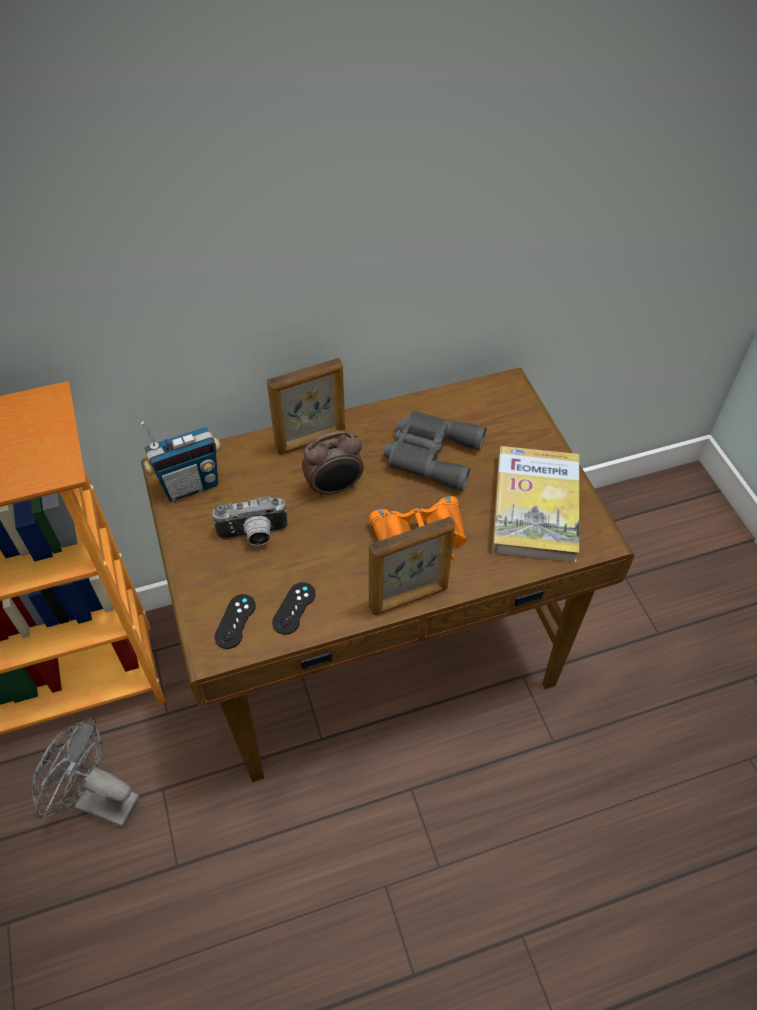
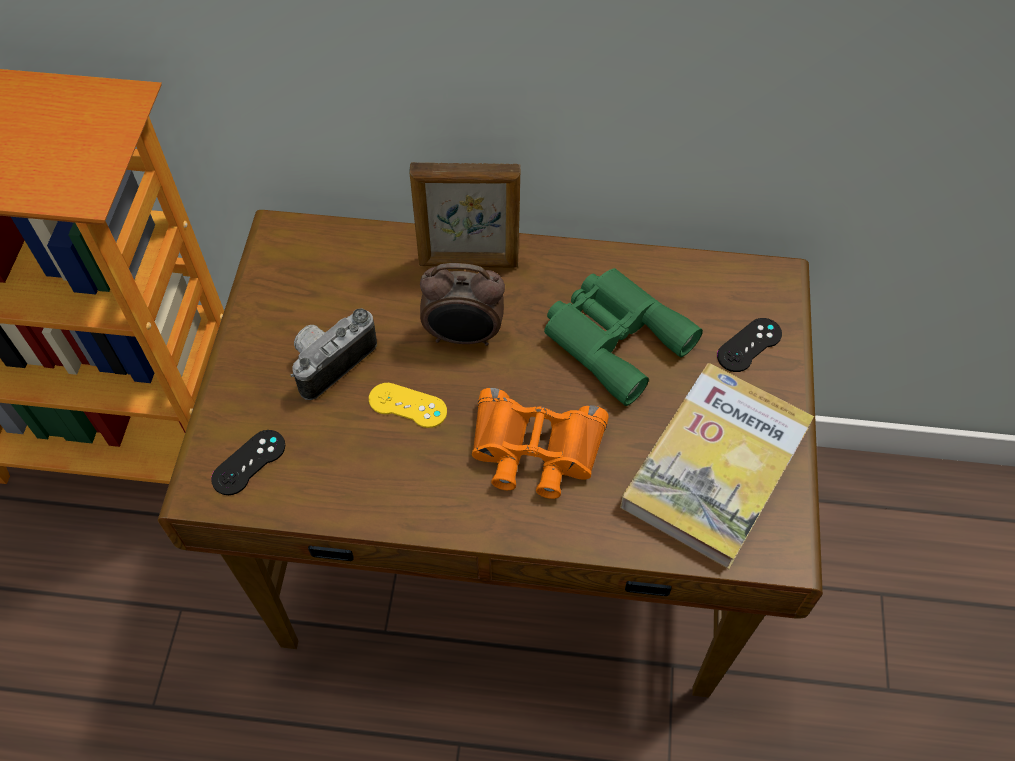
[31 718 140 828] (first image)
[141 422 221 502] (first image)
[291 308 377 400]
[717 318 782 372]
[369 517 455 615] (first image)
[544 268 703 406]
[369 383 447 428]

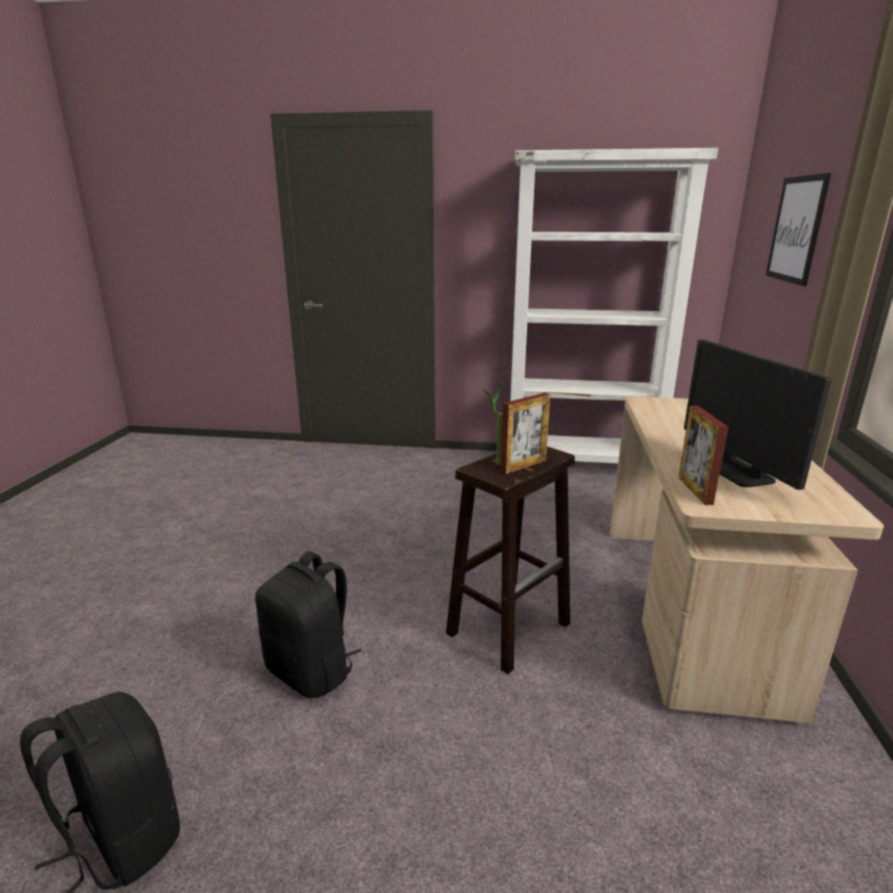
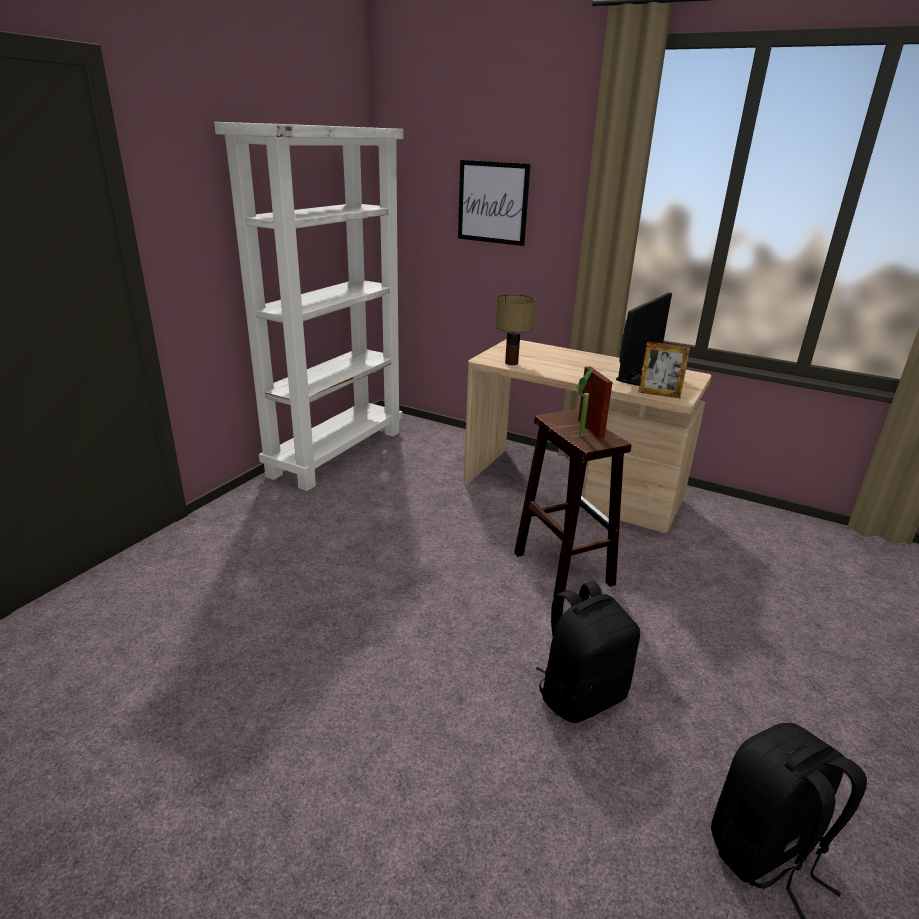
[616 292 672 386]
[495 294 536 365]

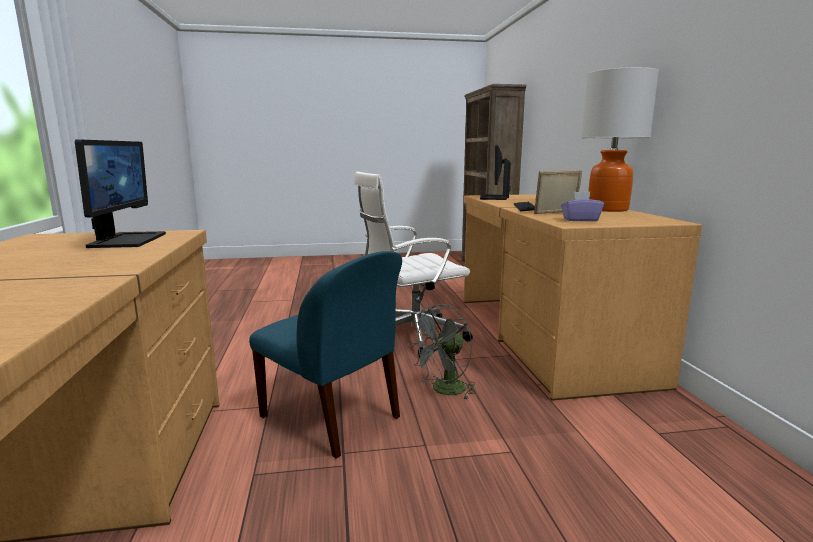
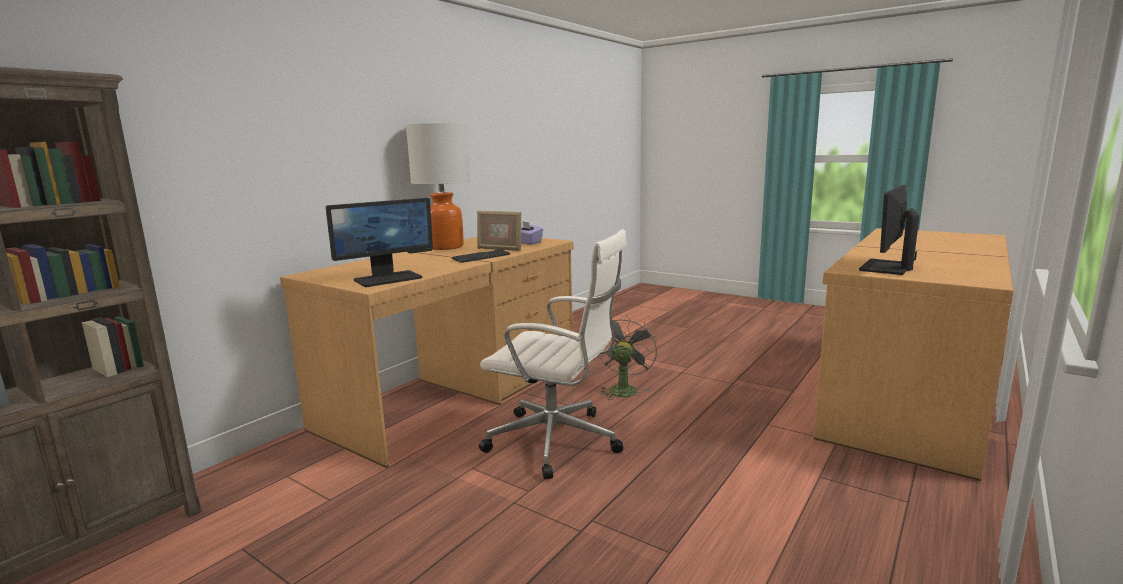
[249 251 402 459] (first image)
[598 315 657 400]

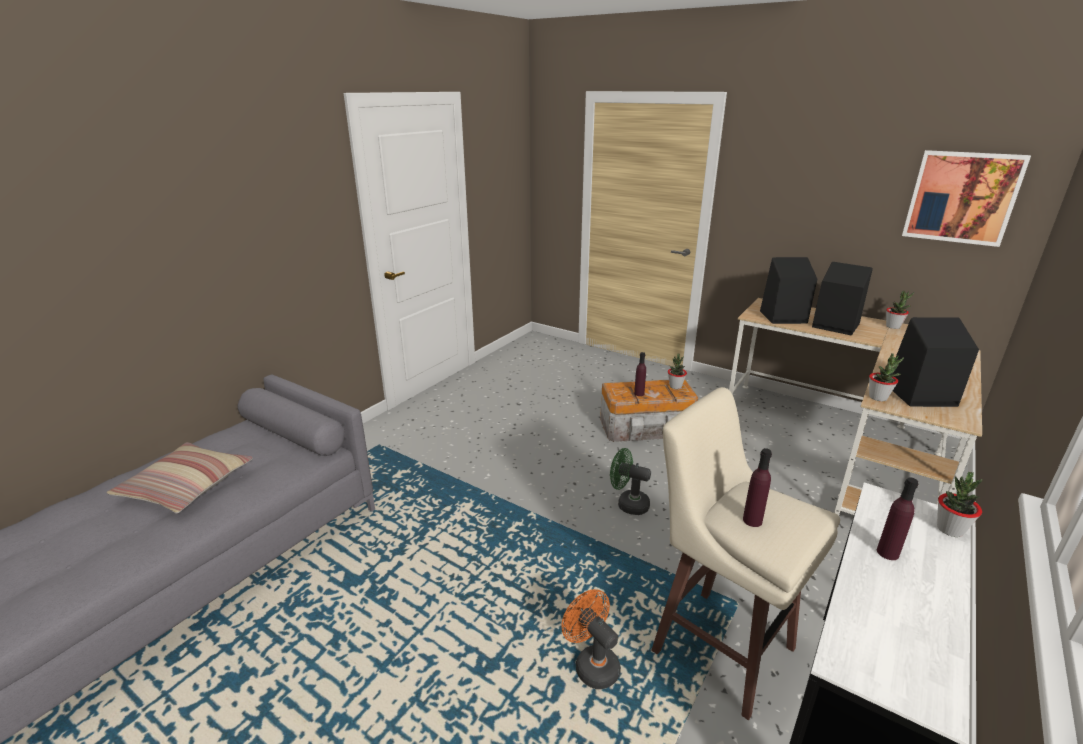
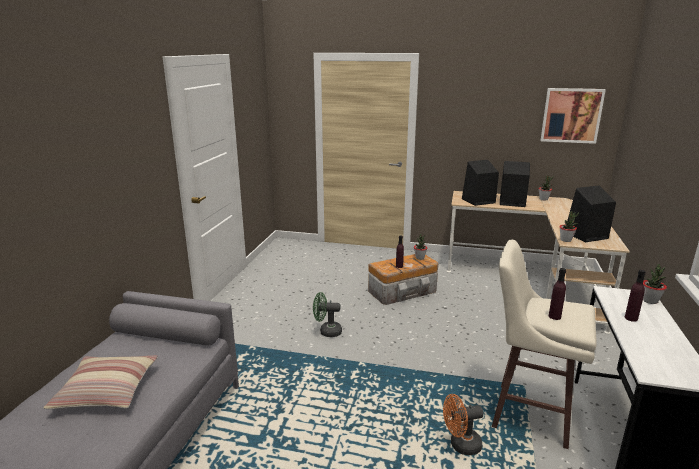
[443 394 484 455]
[313 292 342 337]

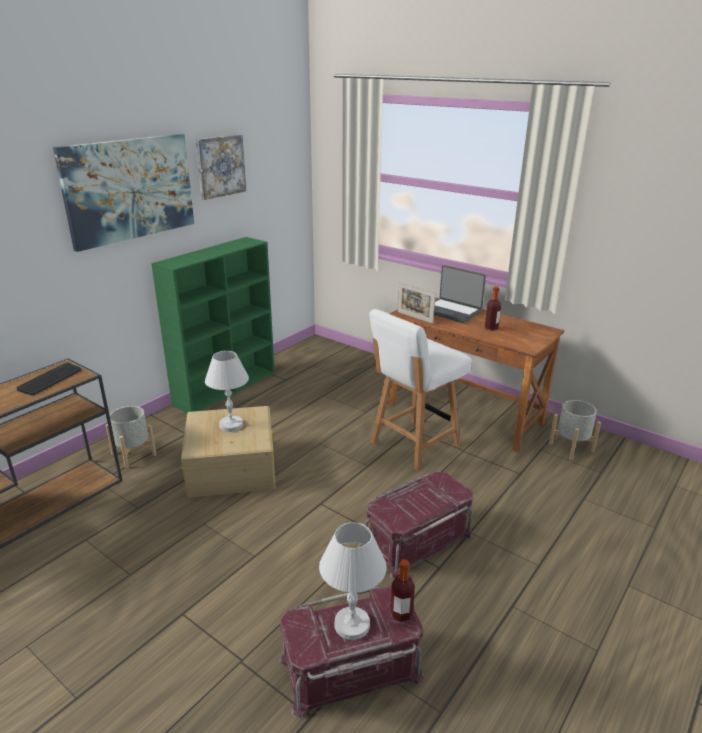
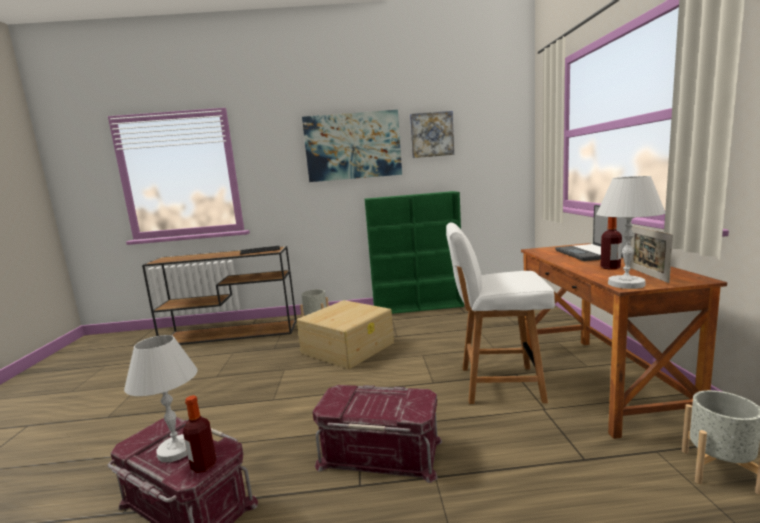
[596 176 666 289]
[629 226 673 283]

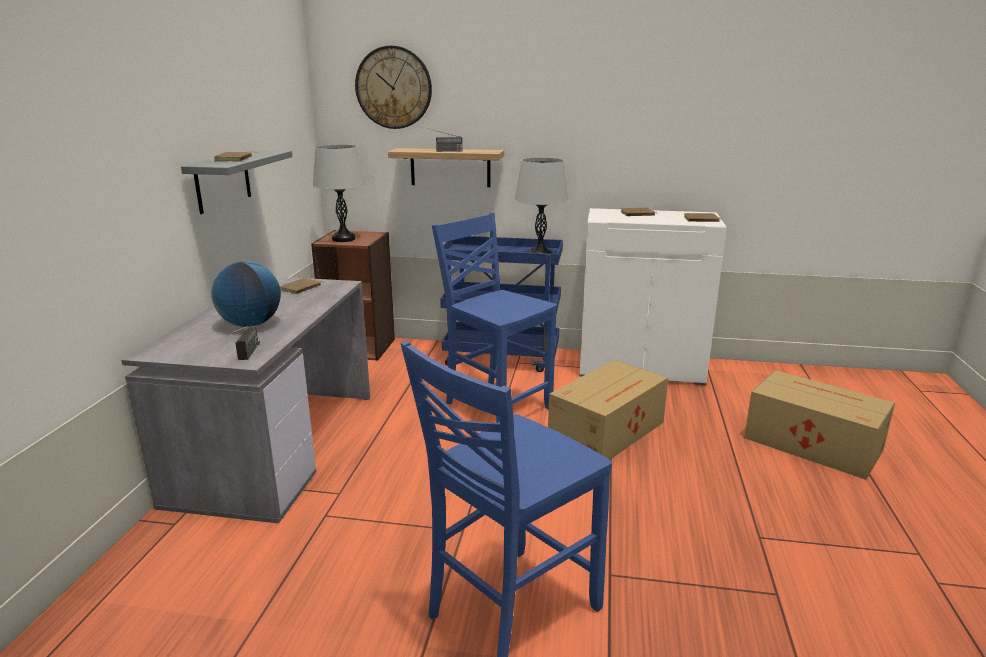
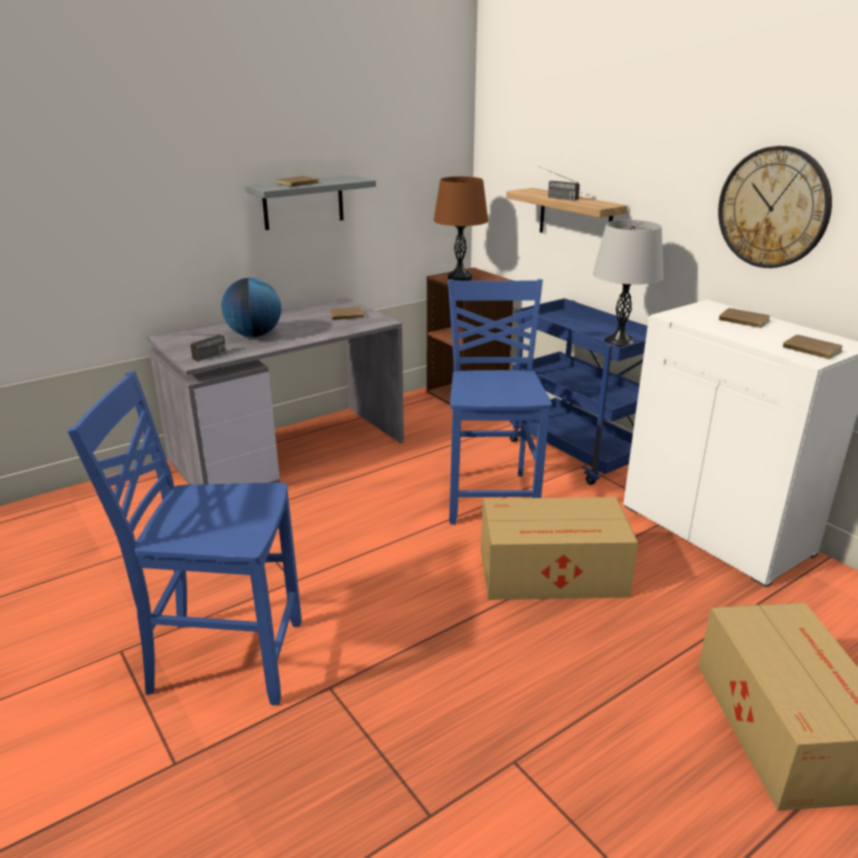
[434 176 488 281]
[718 146 832 268]

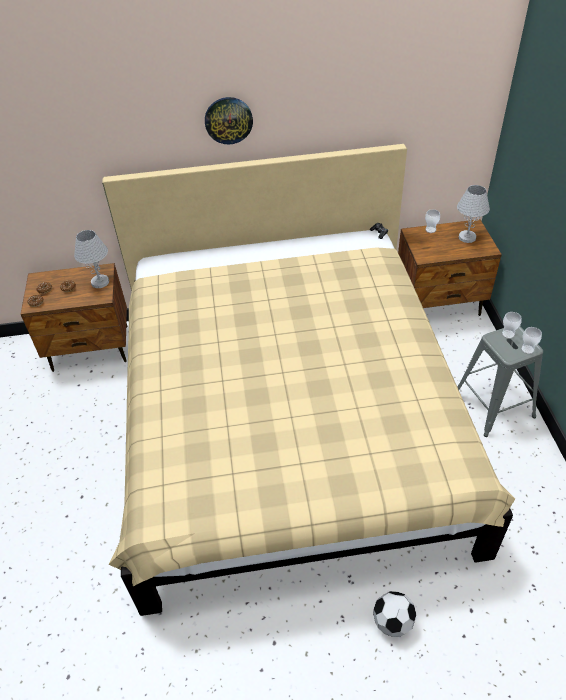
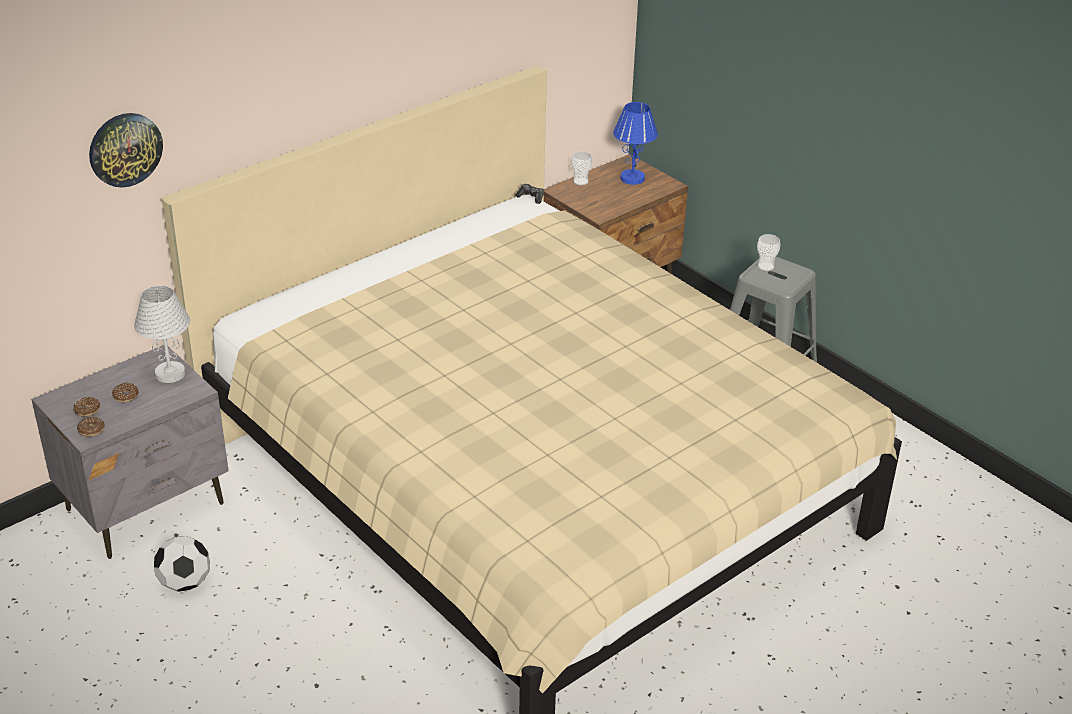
[31 345 229 559]
[89 113 163 188]
[154 536 210 592]
[613 102 658 185]
[521 327 542 354] (first image)

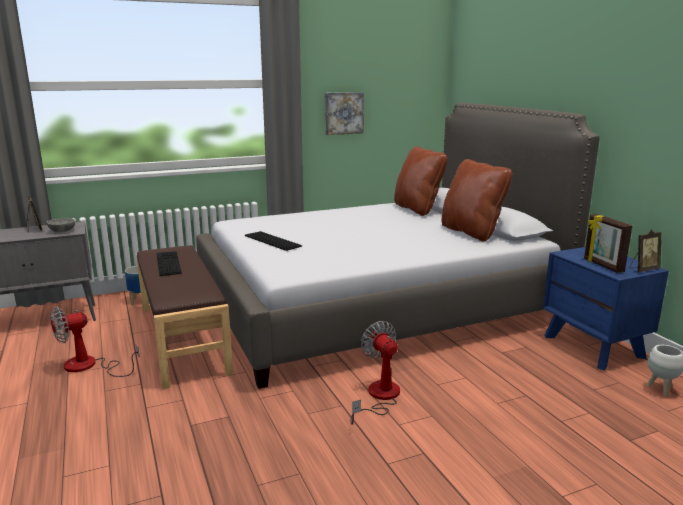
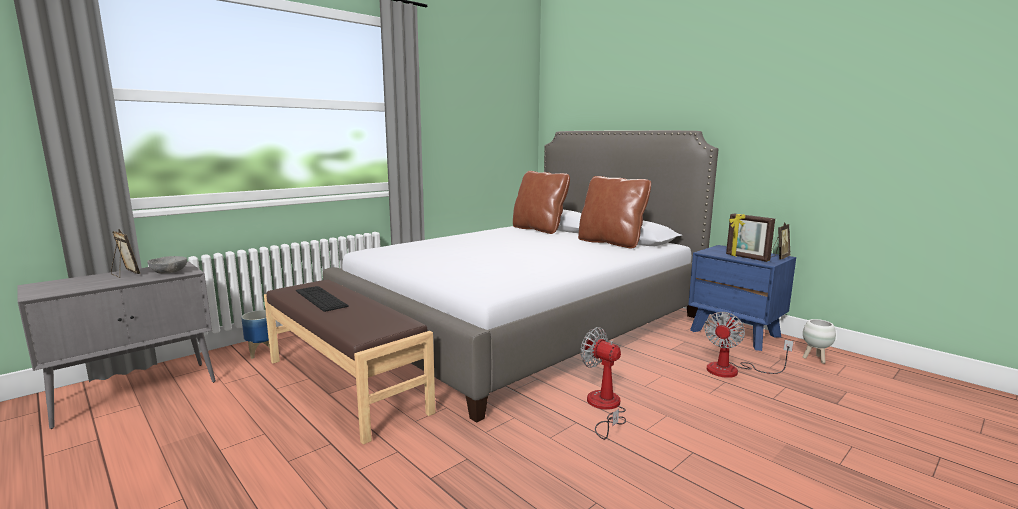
[704 312 794 378]
[245 231 302 251] (first image)
[325 92 364 135] (first image)

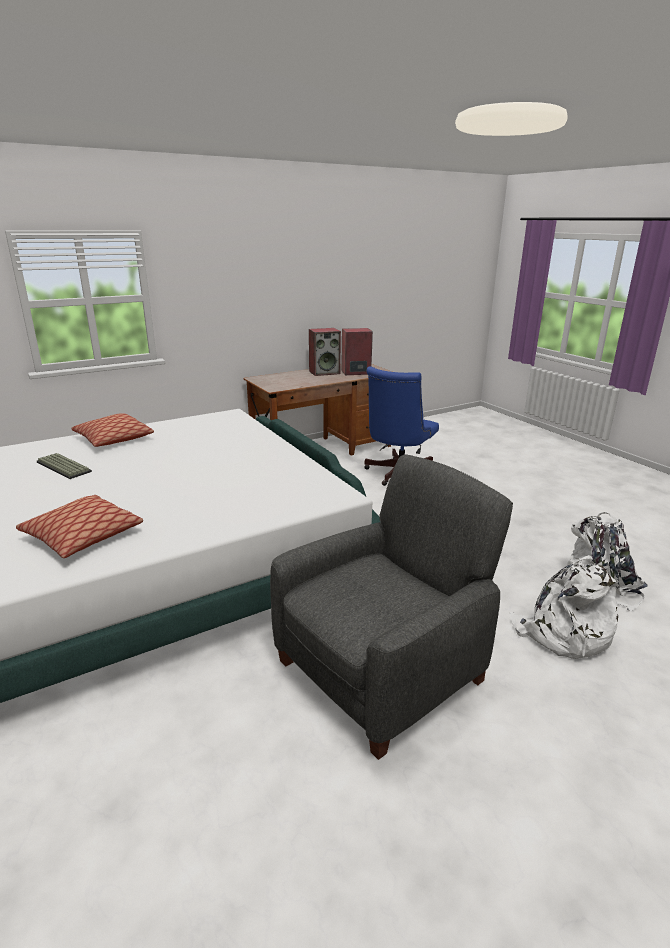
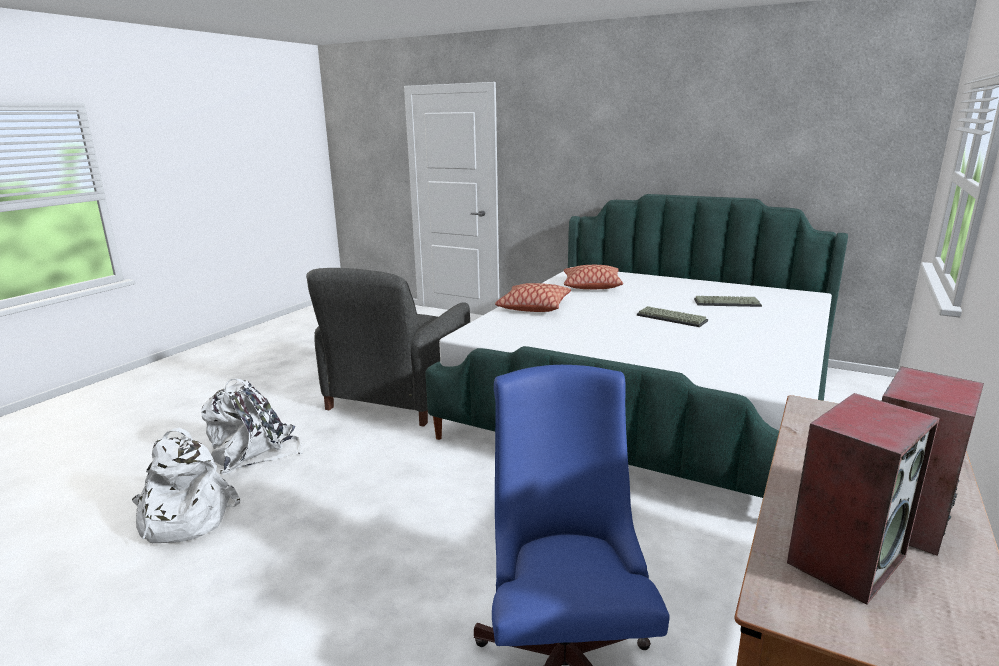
[495 283 571 312]
[637 306 708 327]

